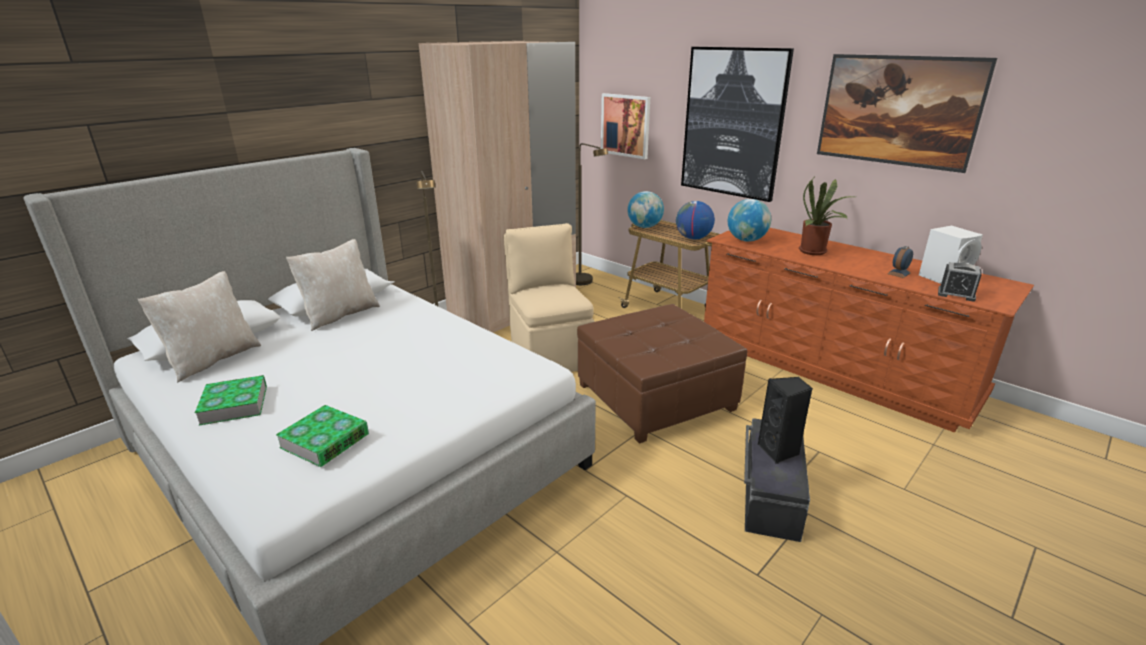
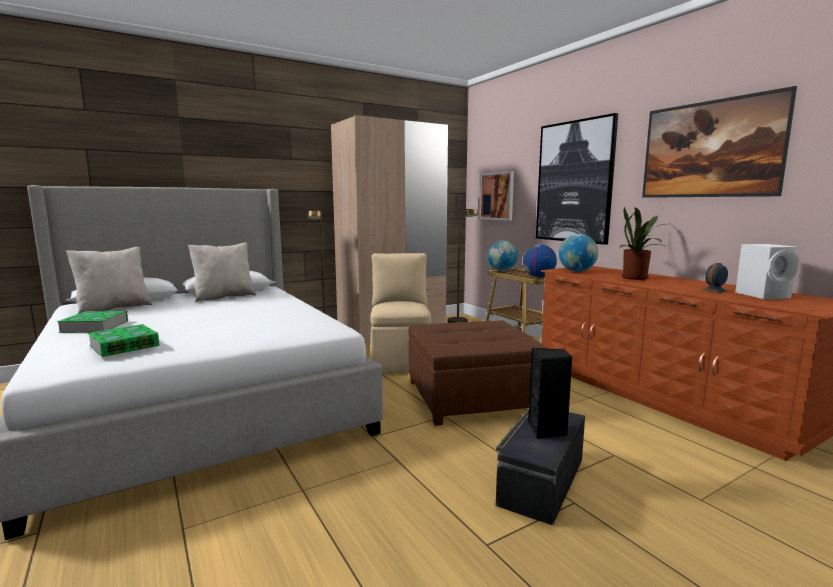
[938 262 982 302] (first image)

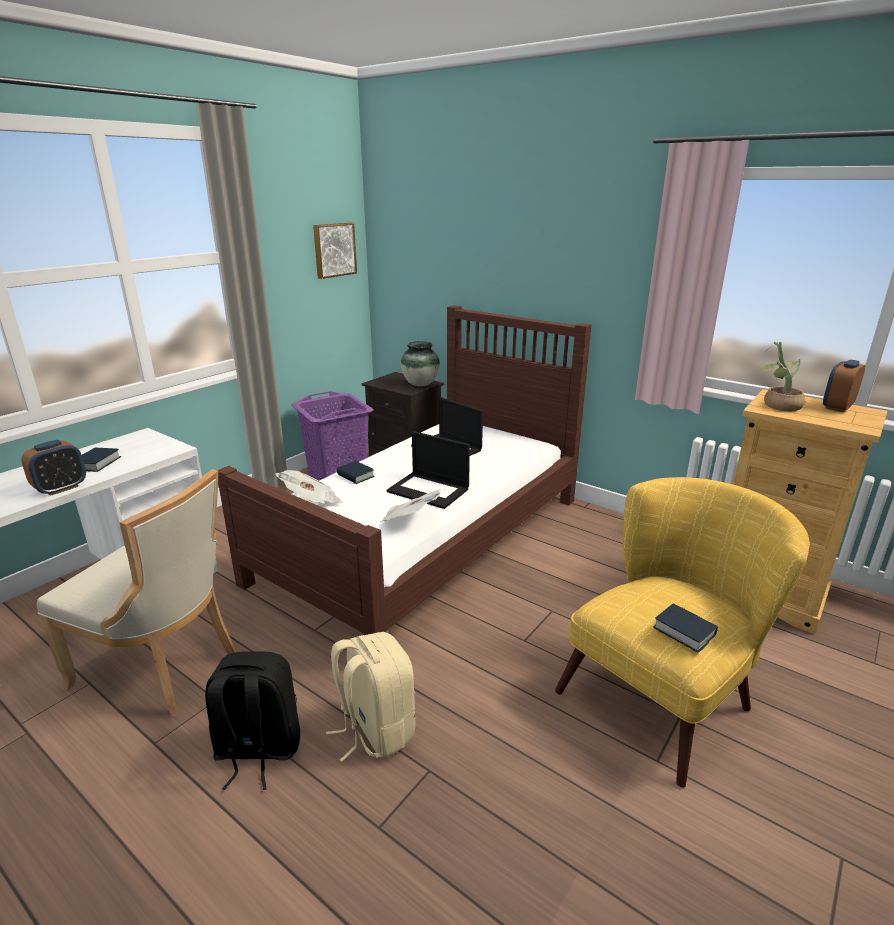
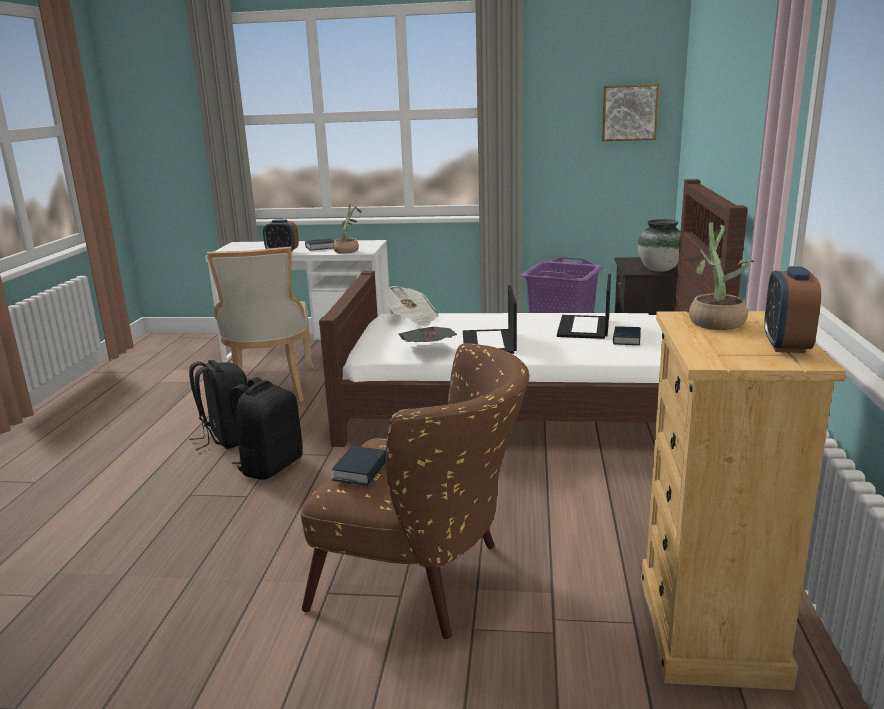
[229 377 303 480]
[613 326 641 345]
[301 343 530 639]
[764 266 821 353]
[333 204 362 254]

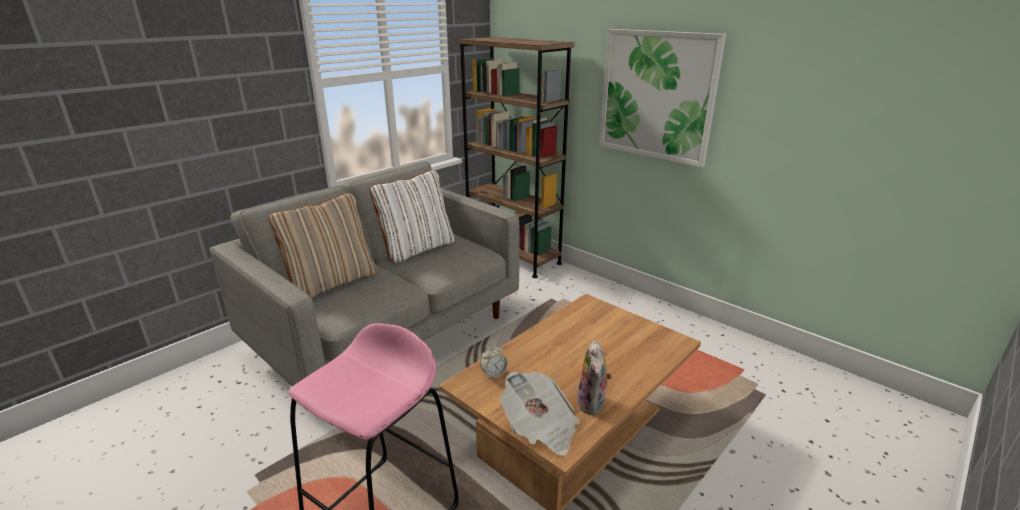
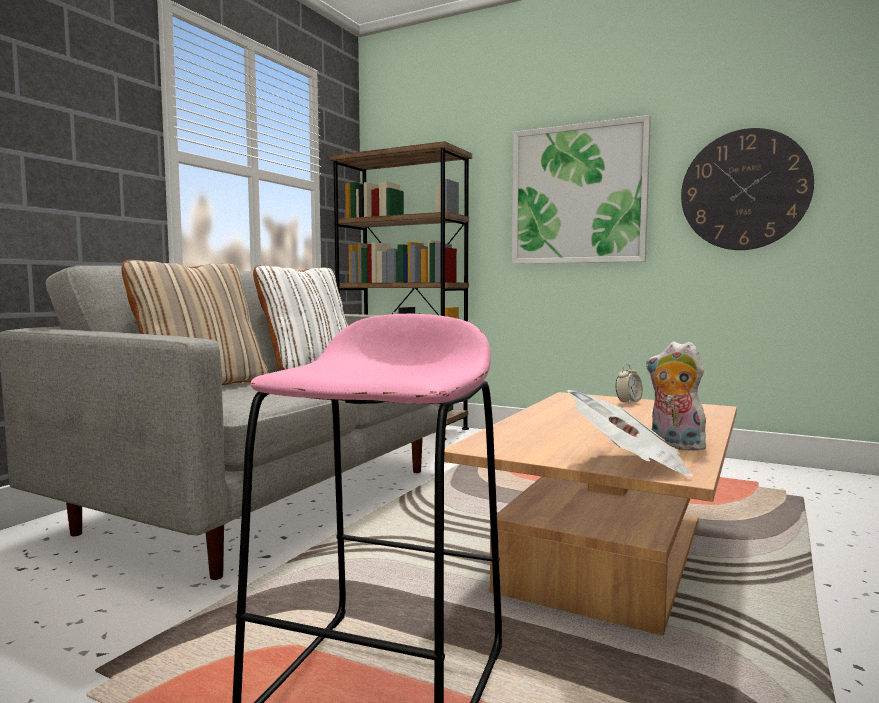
[616 364 643 404]
[646 341 711 451]
[681 128 814 250]

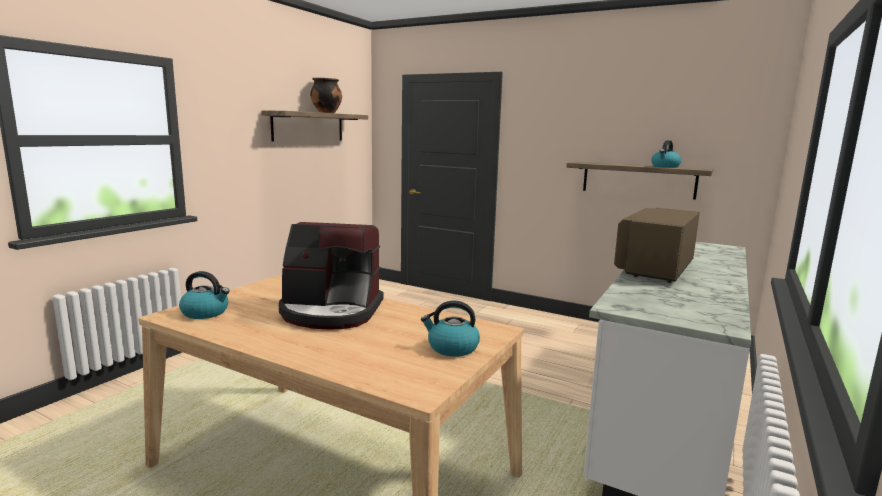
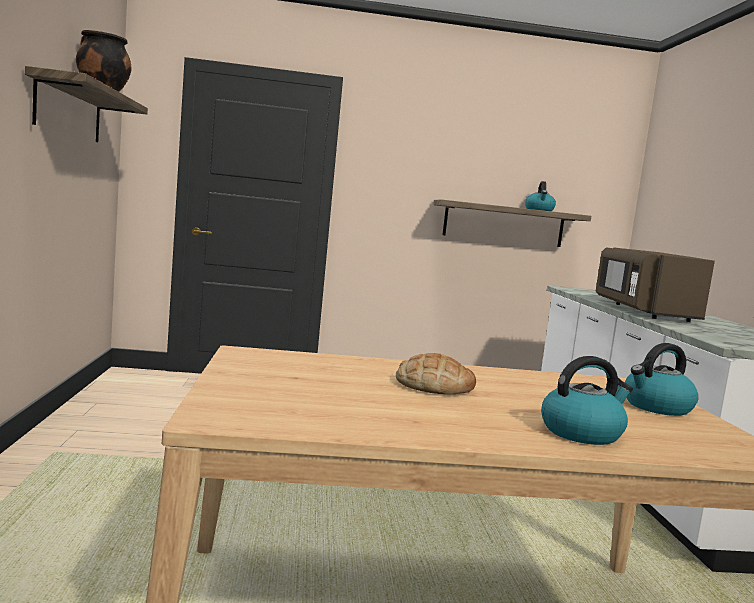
[541 356 633 445]
[396 353 476 394]

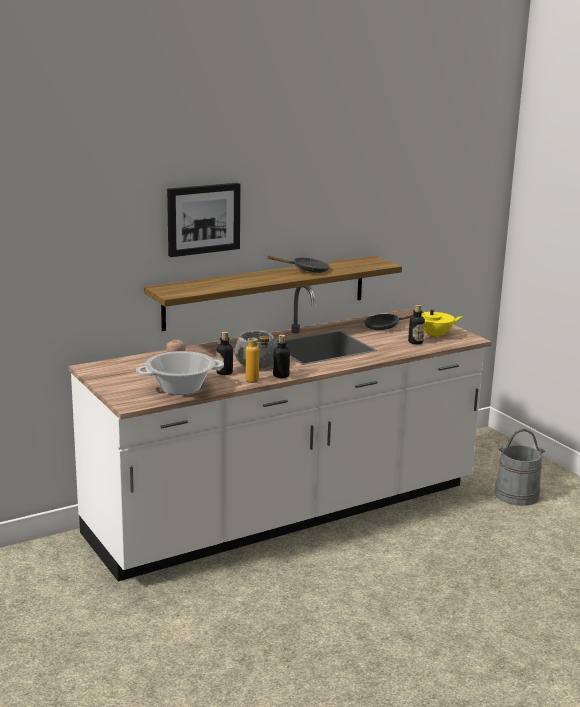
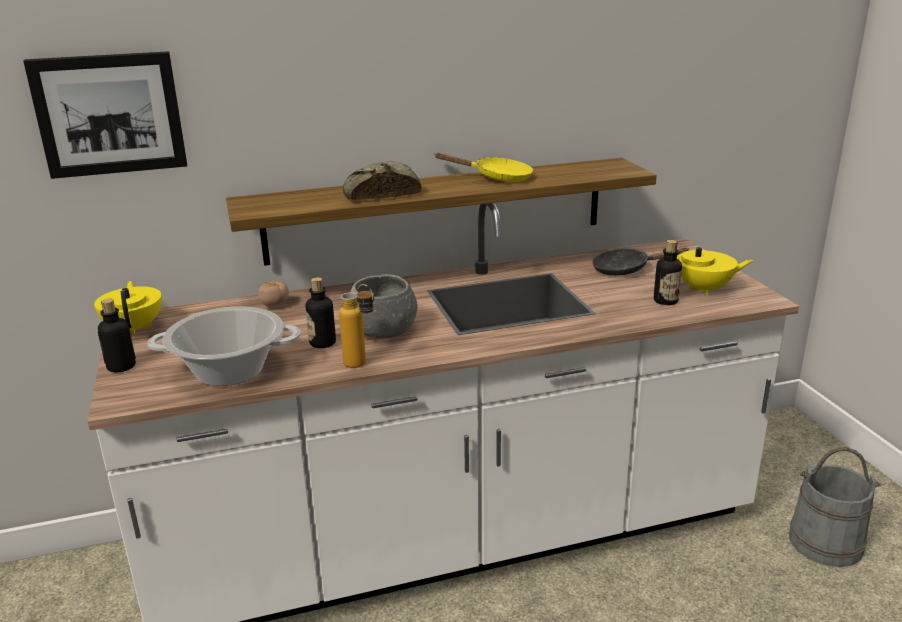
[23 51 187 179]
[434 153 533 182]
[98 298 136 372]
[94 281 162 335]
[343 161 422 201]

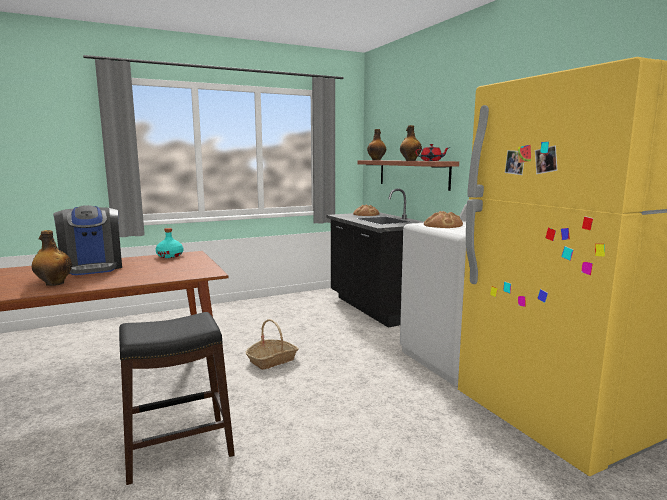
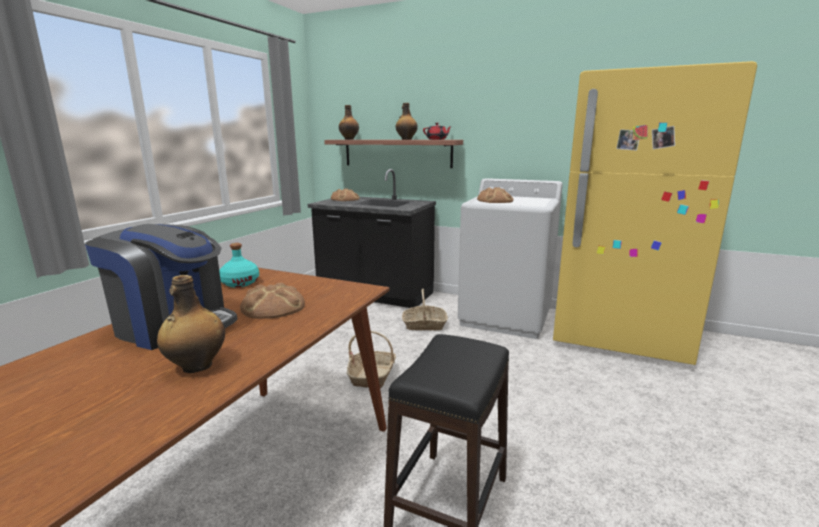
[240 283 305 319]
[402 289 448 330]

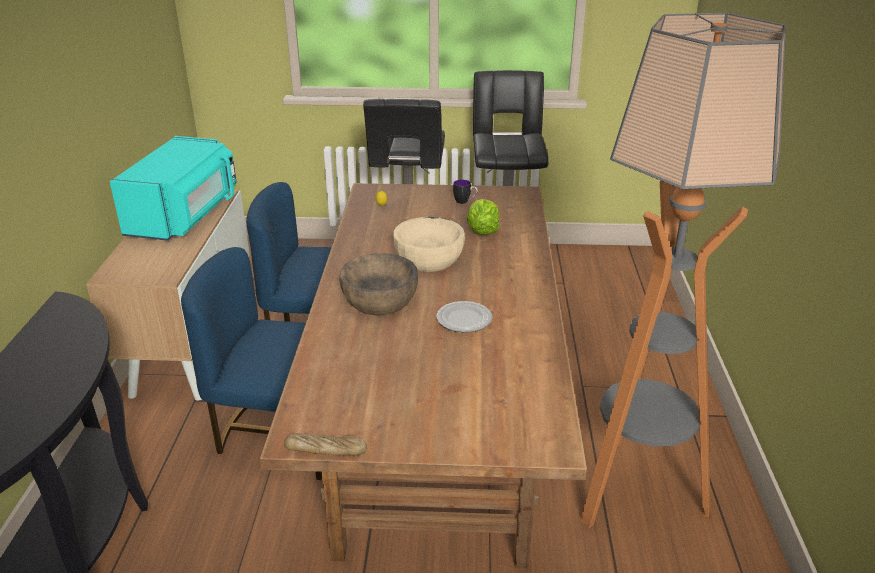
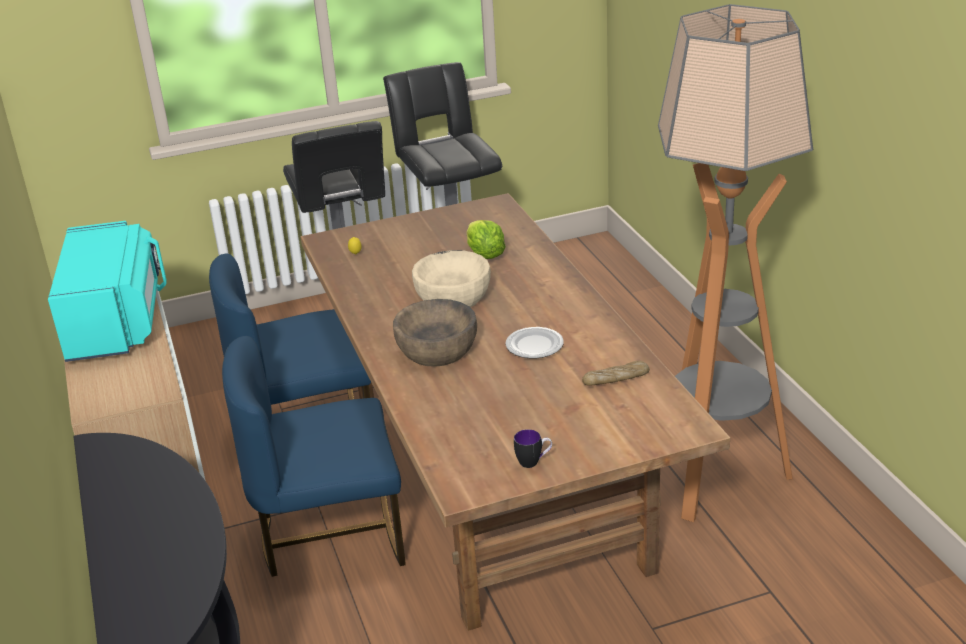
[582 361 650 386]
[514 429 552 468]

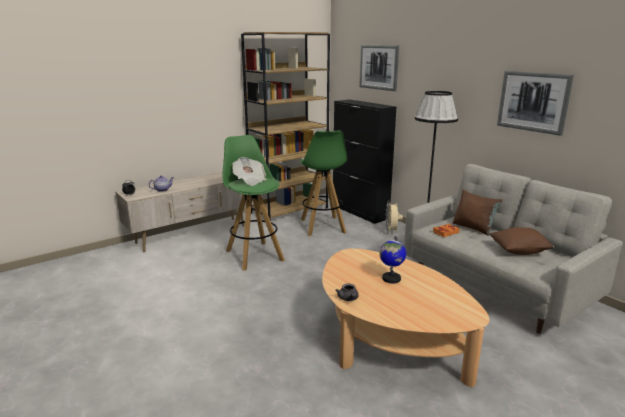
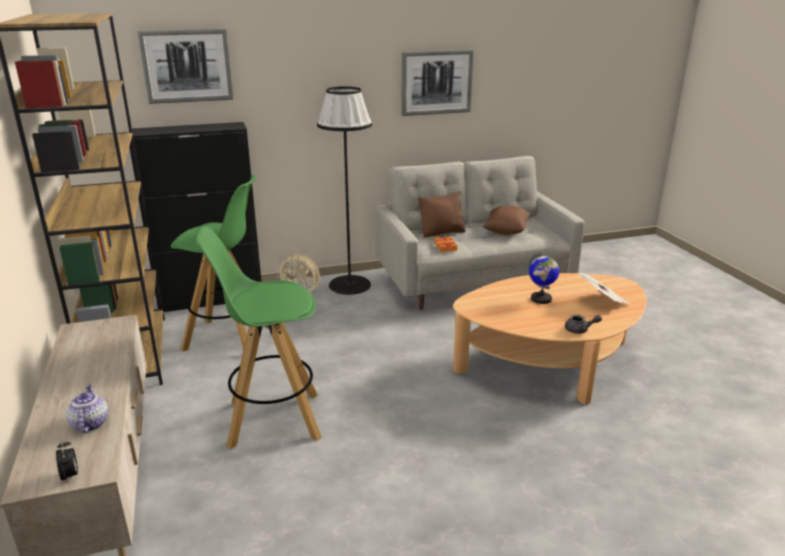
[579 273 631 304]

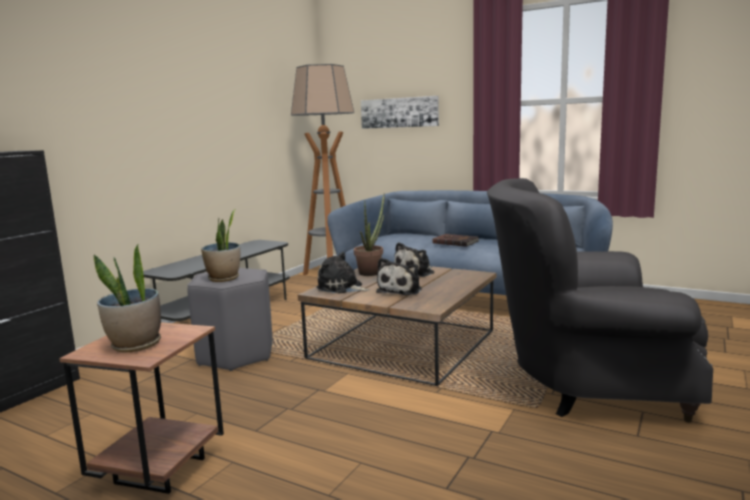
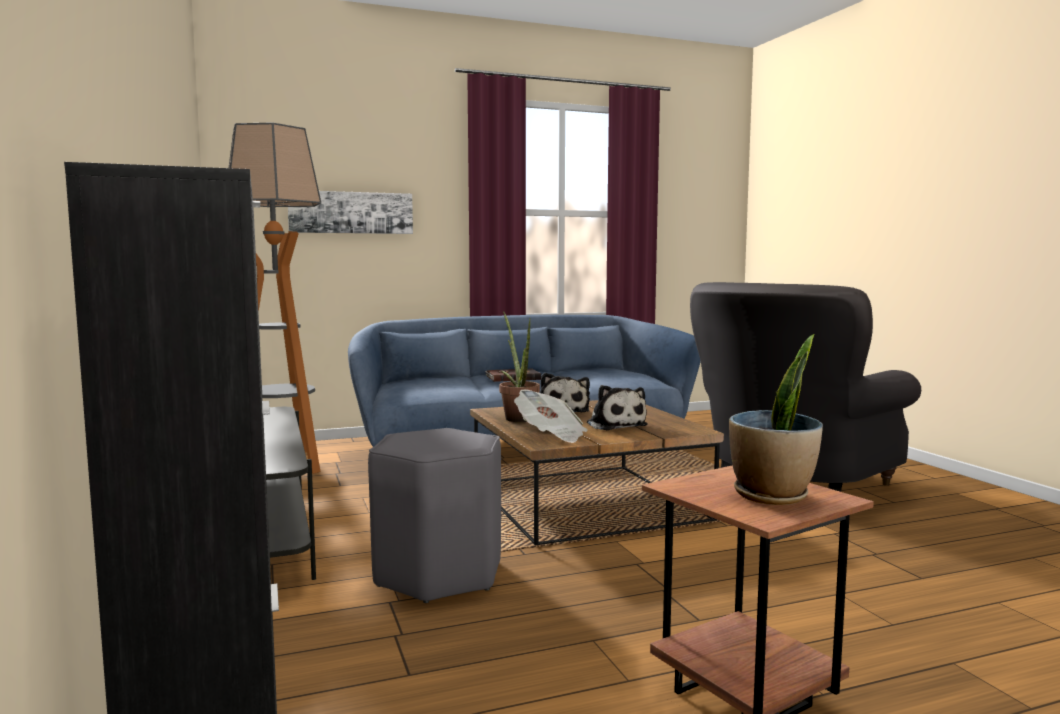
[201 209 240 282] (first image)
[514 389 587 443]

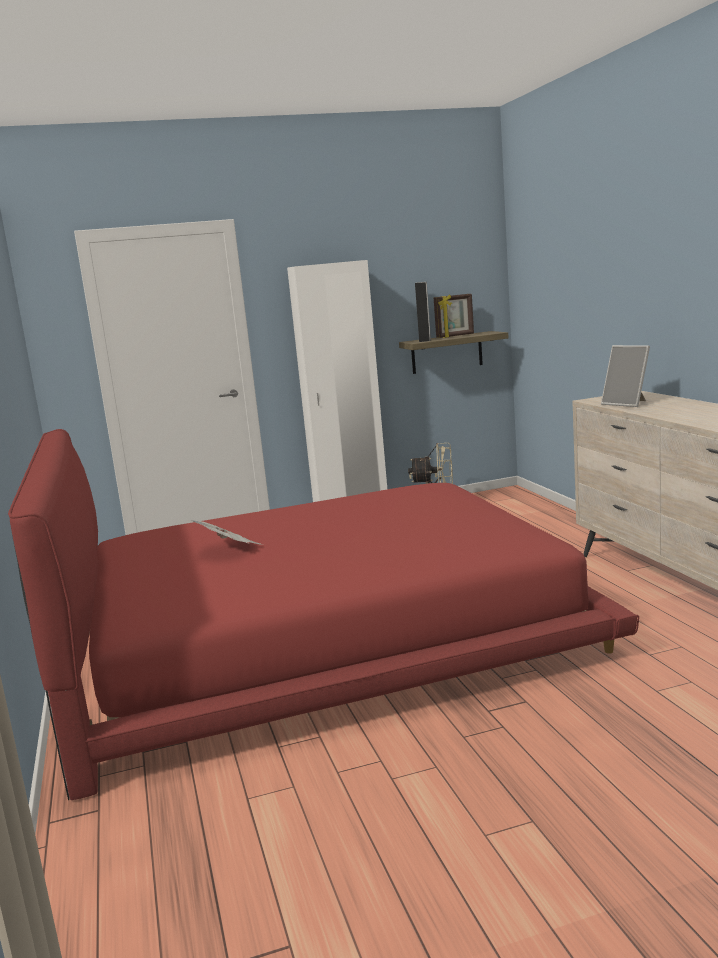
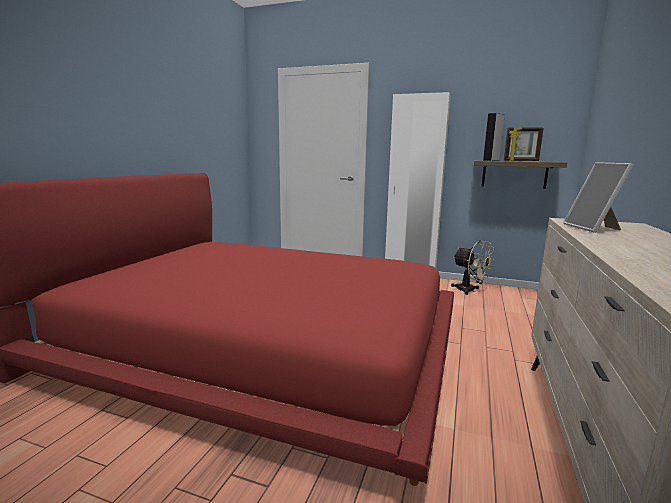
[188 520 261 545] (first image)

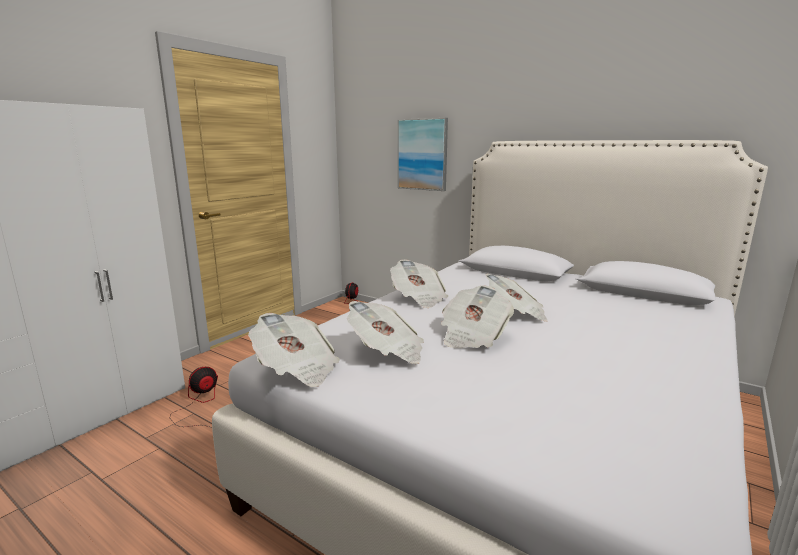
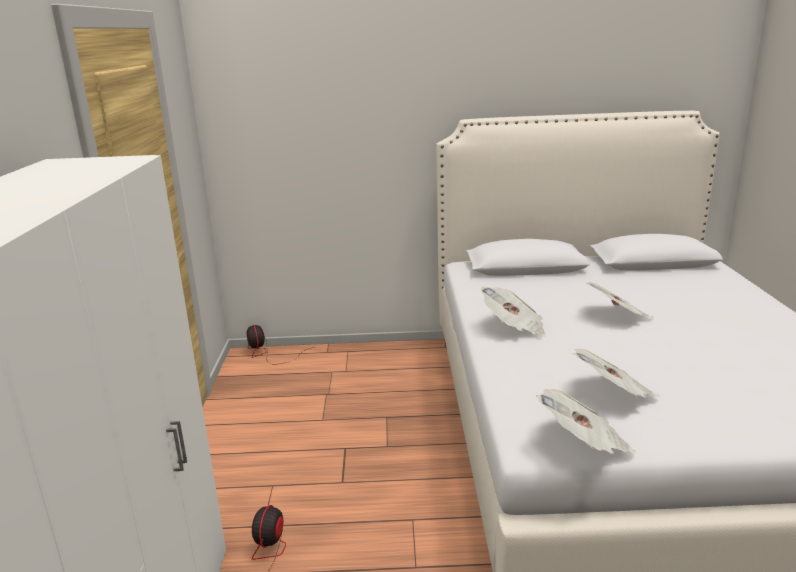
[398 118 448 191] (first image)
[441 285 514 348] (first image)

